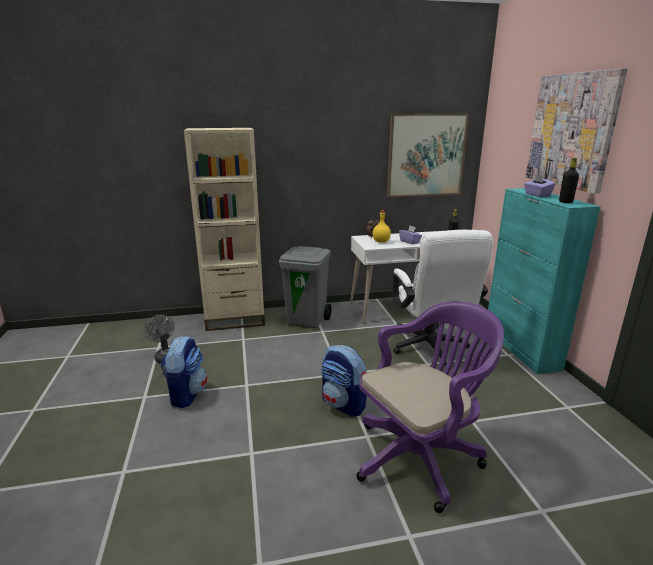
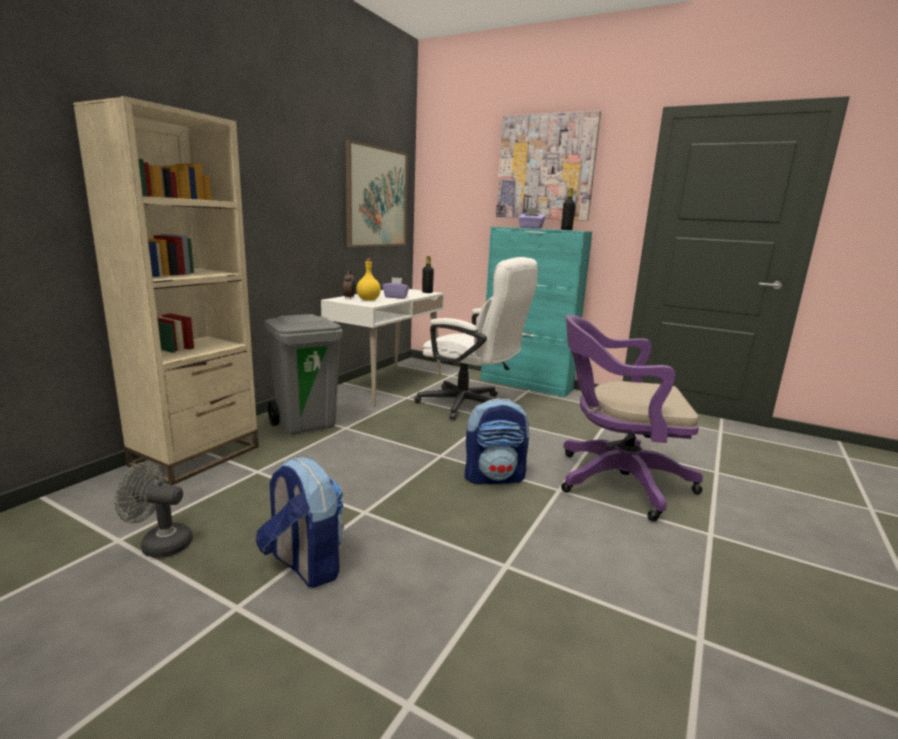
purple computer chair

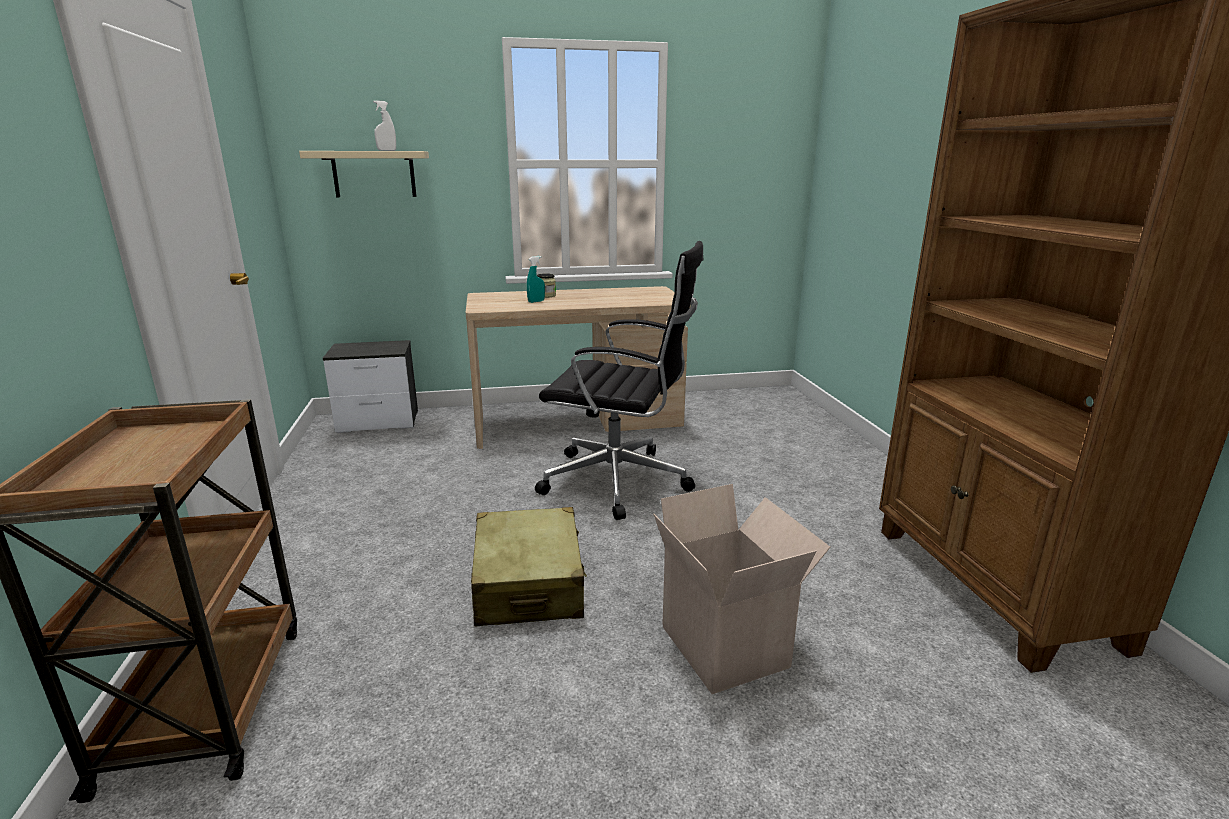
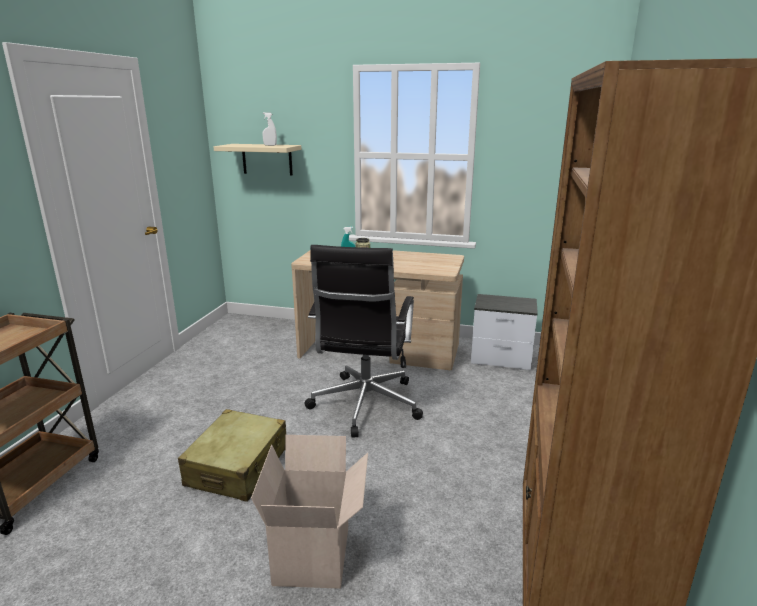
night table
black-coloured computer chair

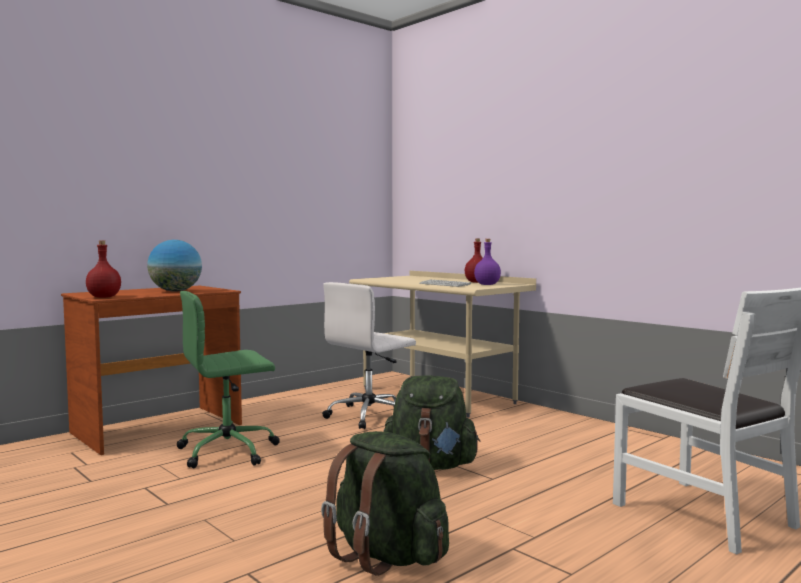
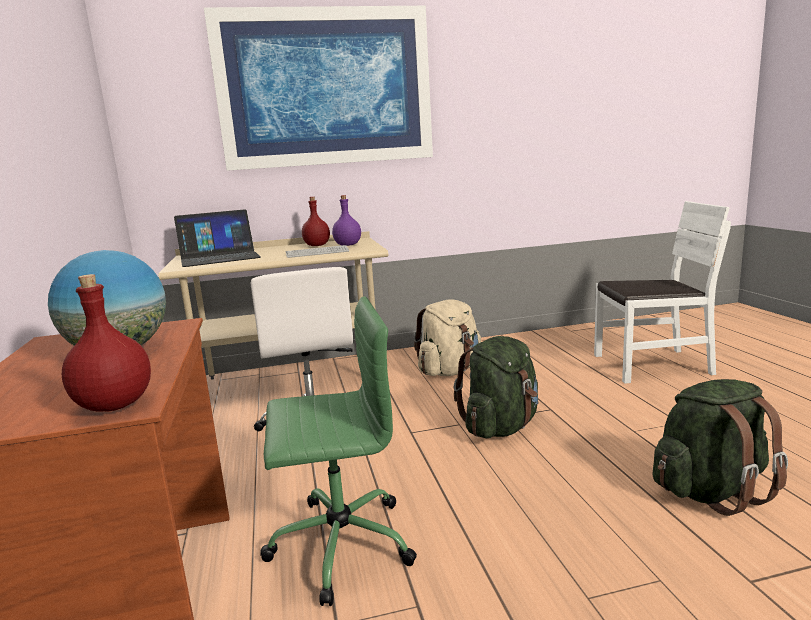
green computer chair
notebook computer
wall picture
beige rucksack

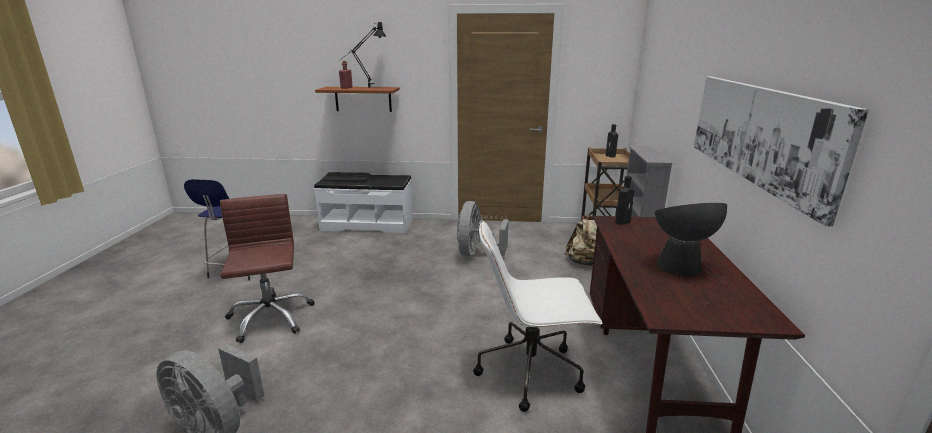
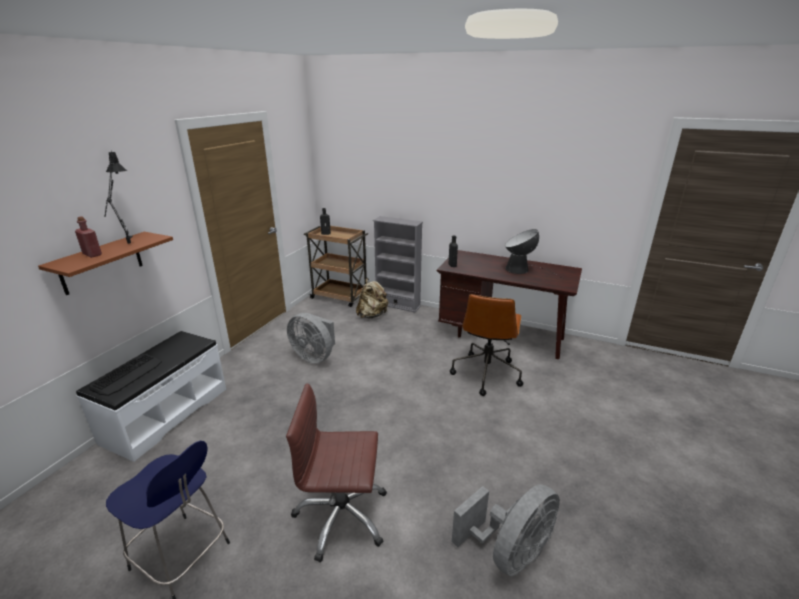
brown computer chair (2nd from left)
wall picture

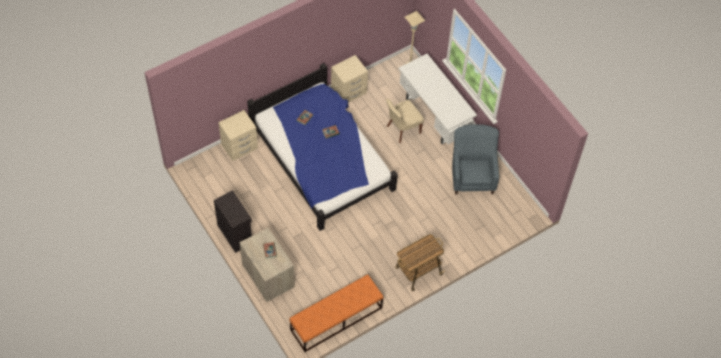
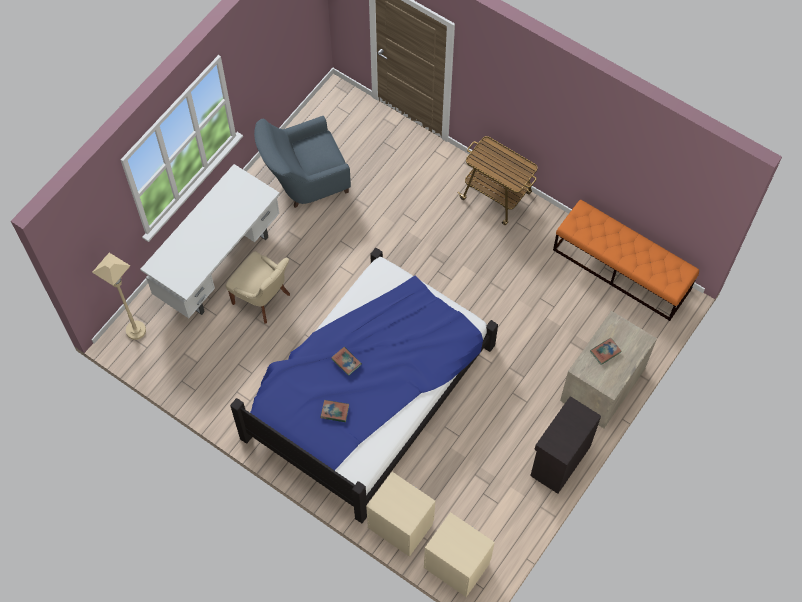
beige night table (2nd from left)

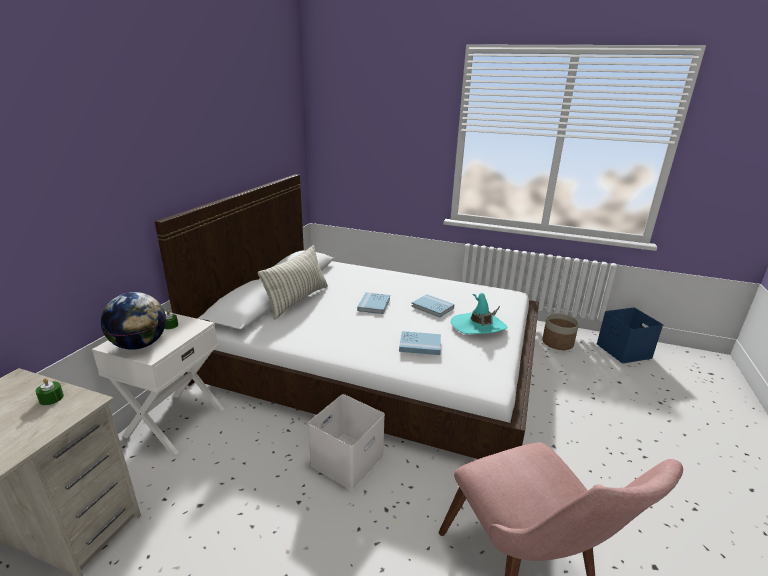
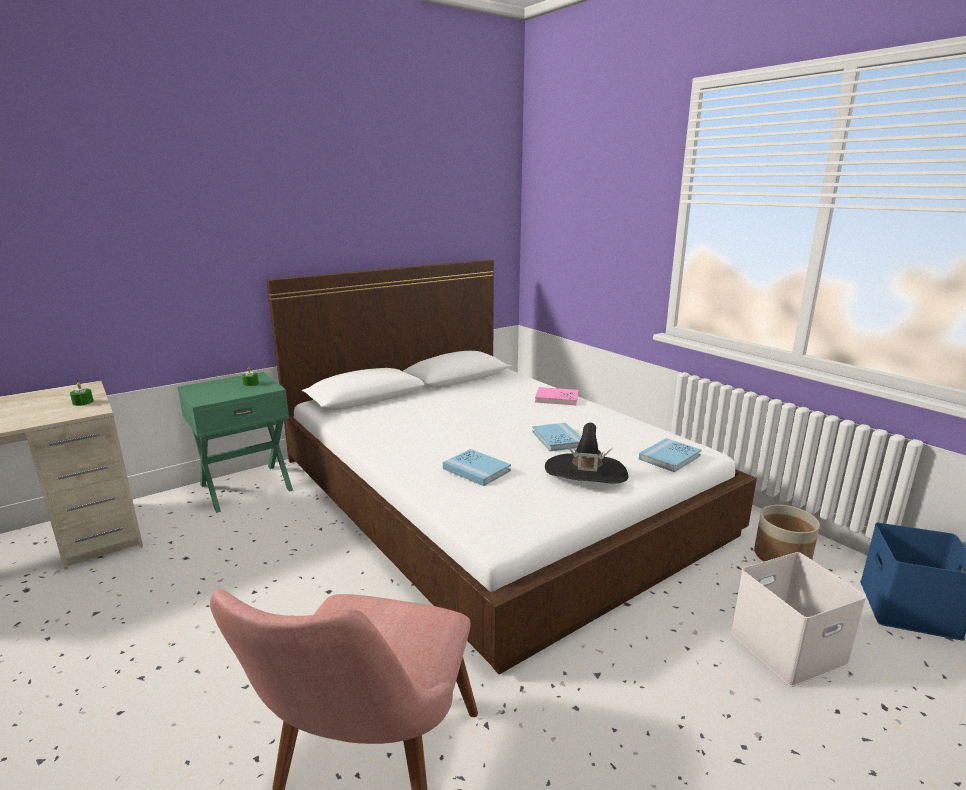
green night table
desk globe
cushion
white storage container
blue-coloured volume (3rd from left)
black-coloured clothing hat
pinkish volume

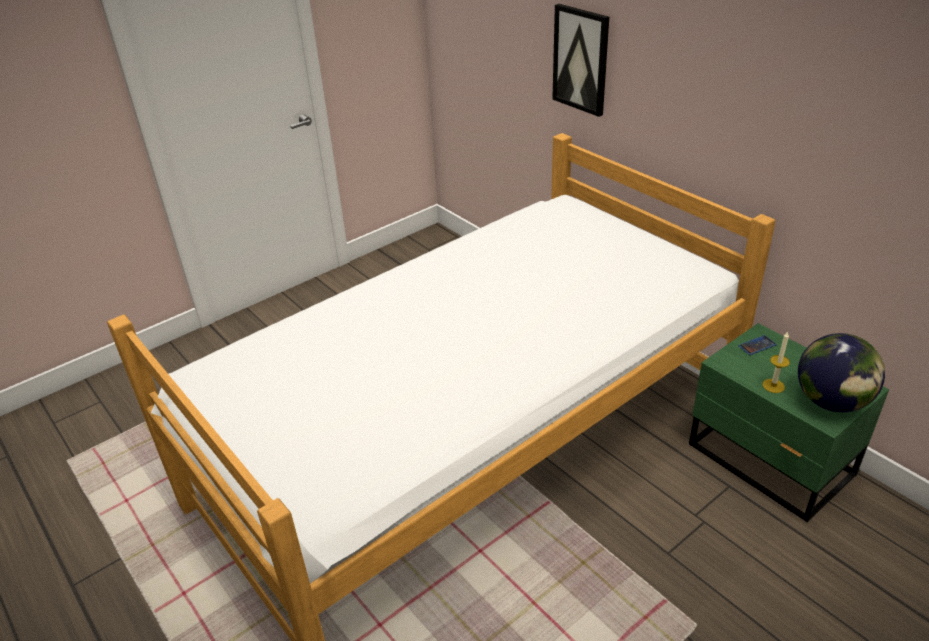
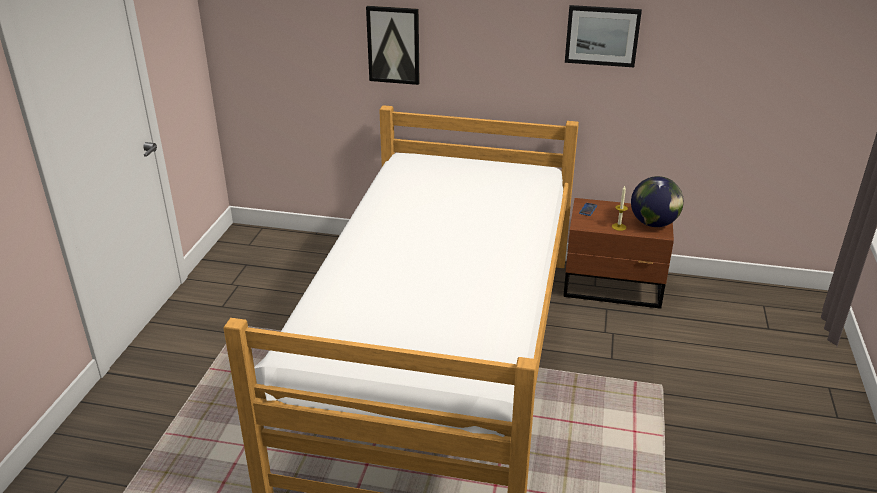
brown night table
wall picture (2nd from left)

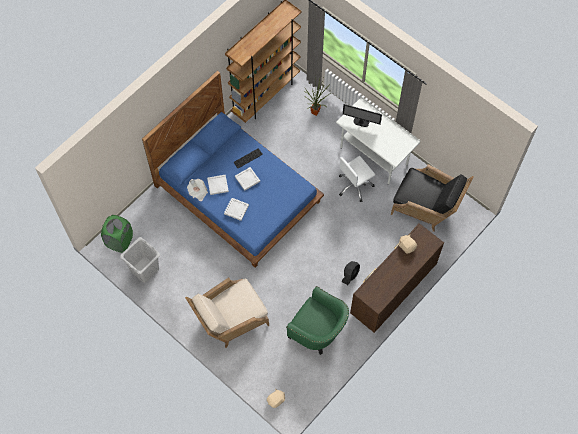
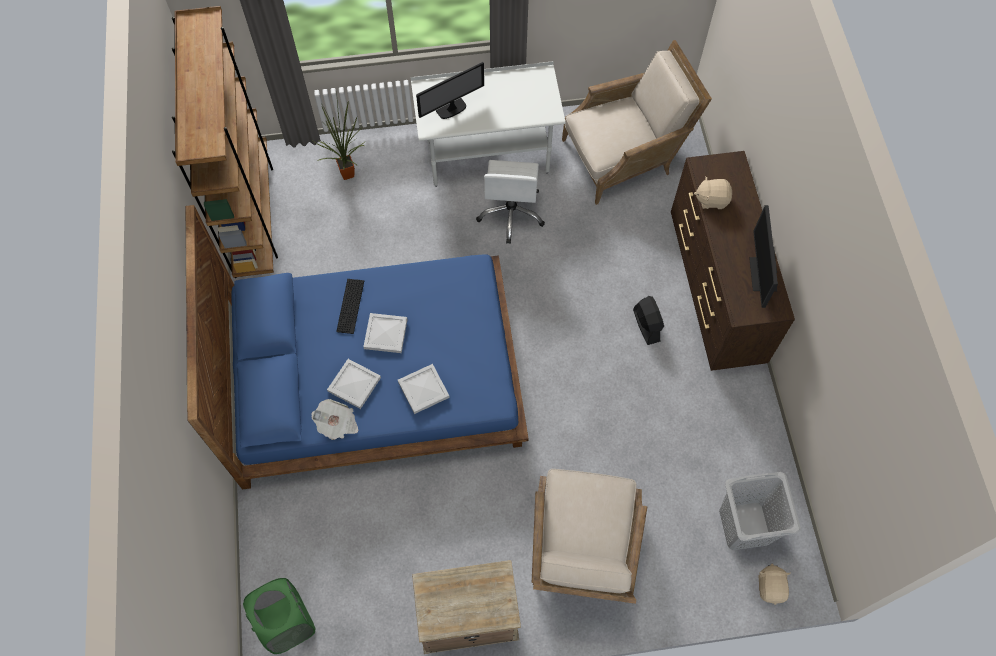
grey washing basket
green easy chair
beige easy chair (2nd from left)
beige night table
computer screen (2nd from left)

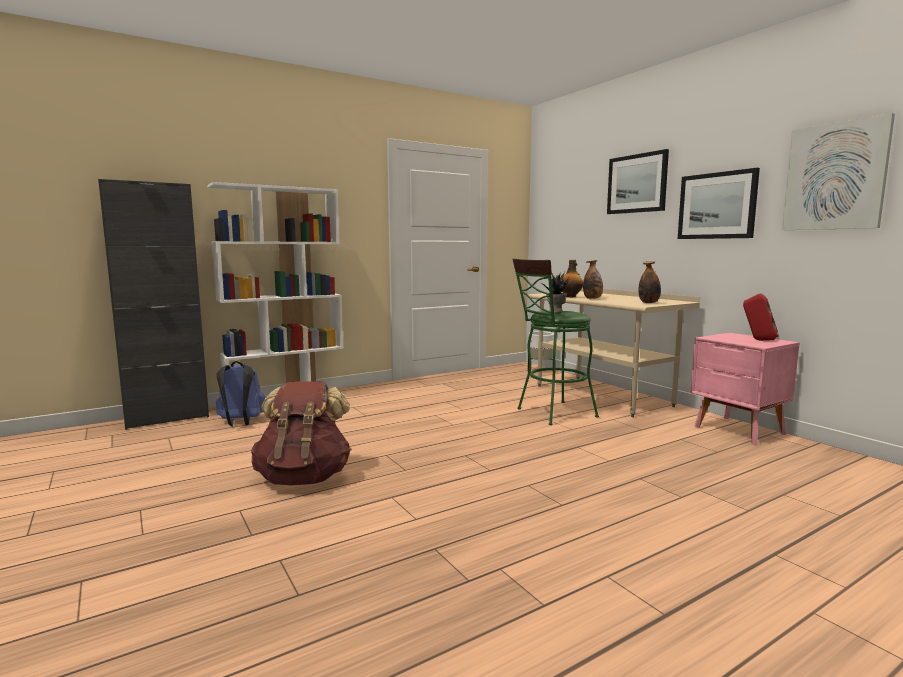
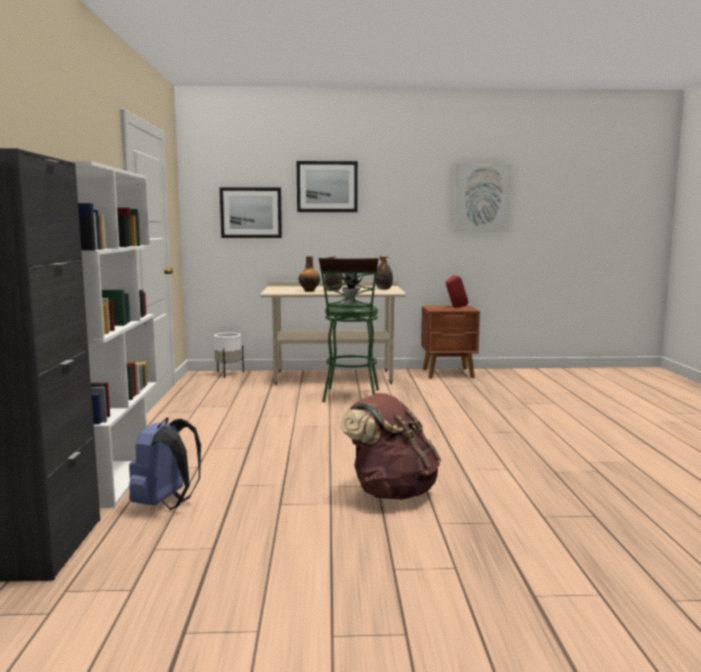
wall picture (1st from left)
brown night table

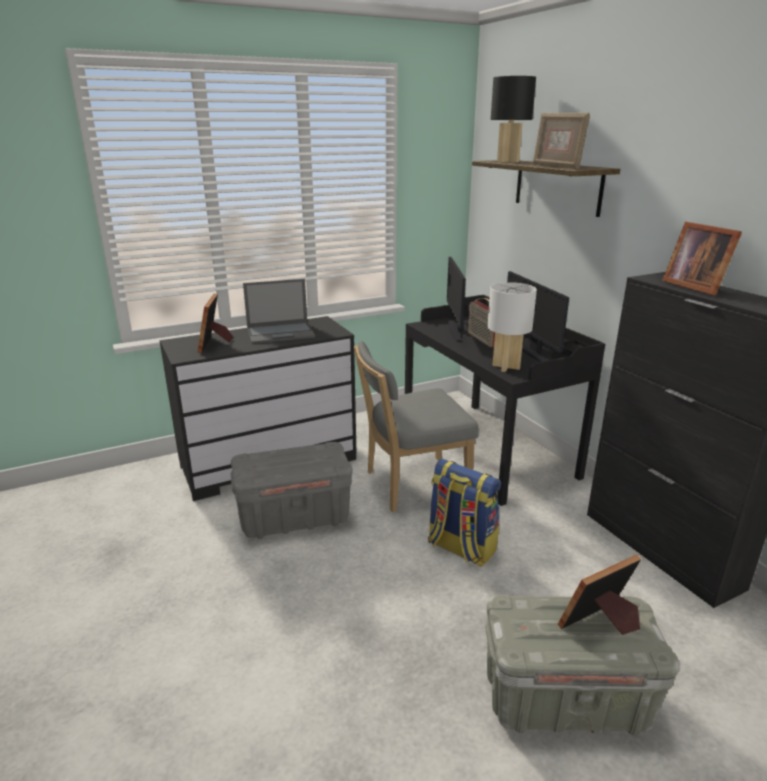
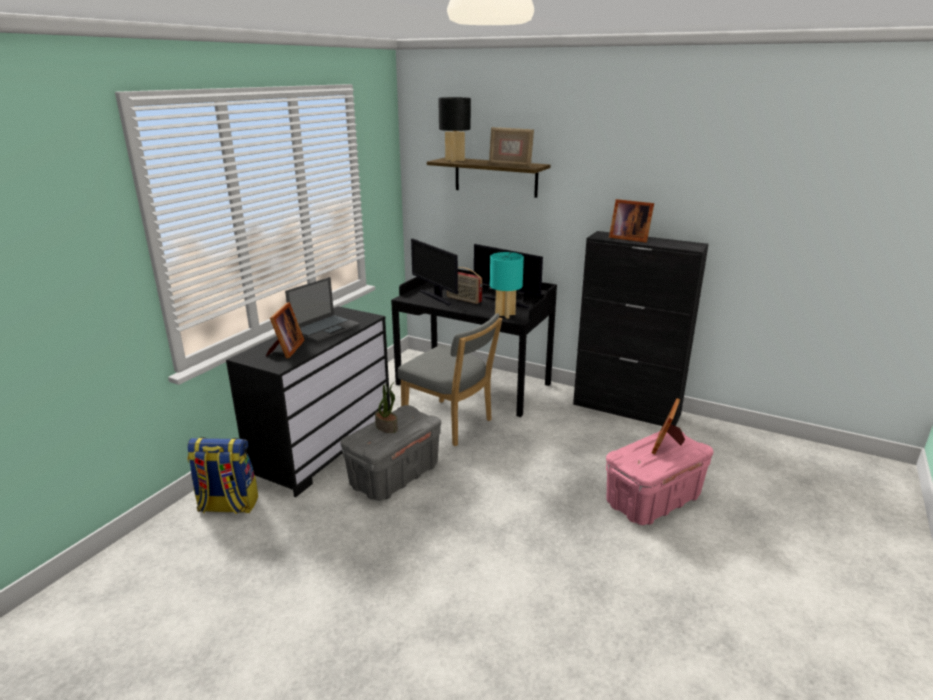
picture frame (1st from left)
grey chair
rucksack
pinkish storage container
turquoise tabletop lamp
plant in a pot

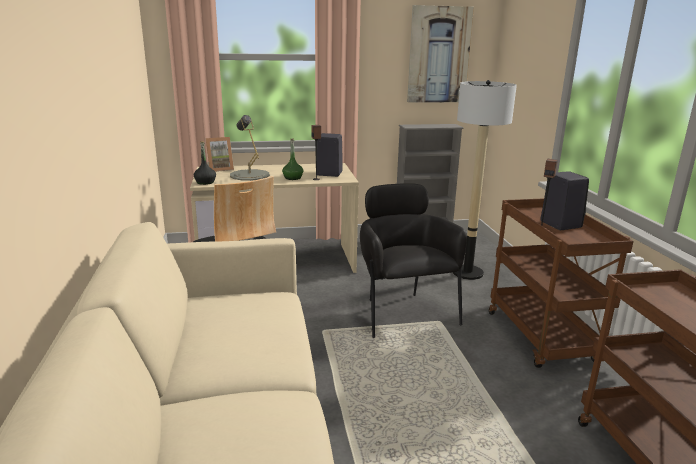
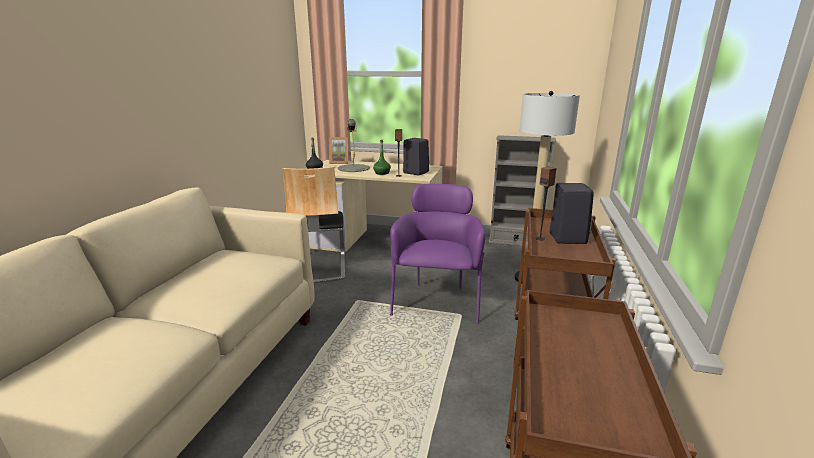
purple easy chair
wall picture

